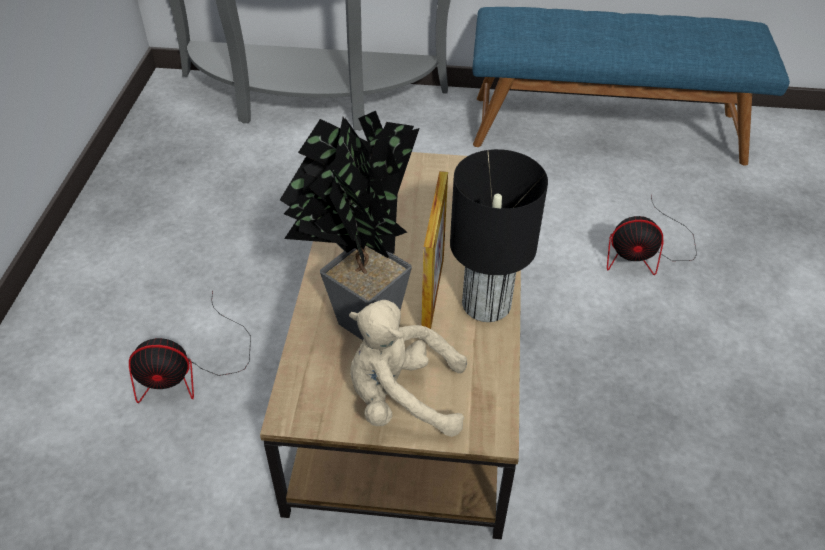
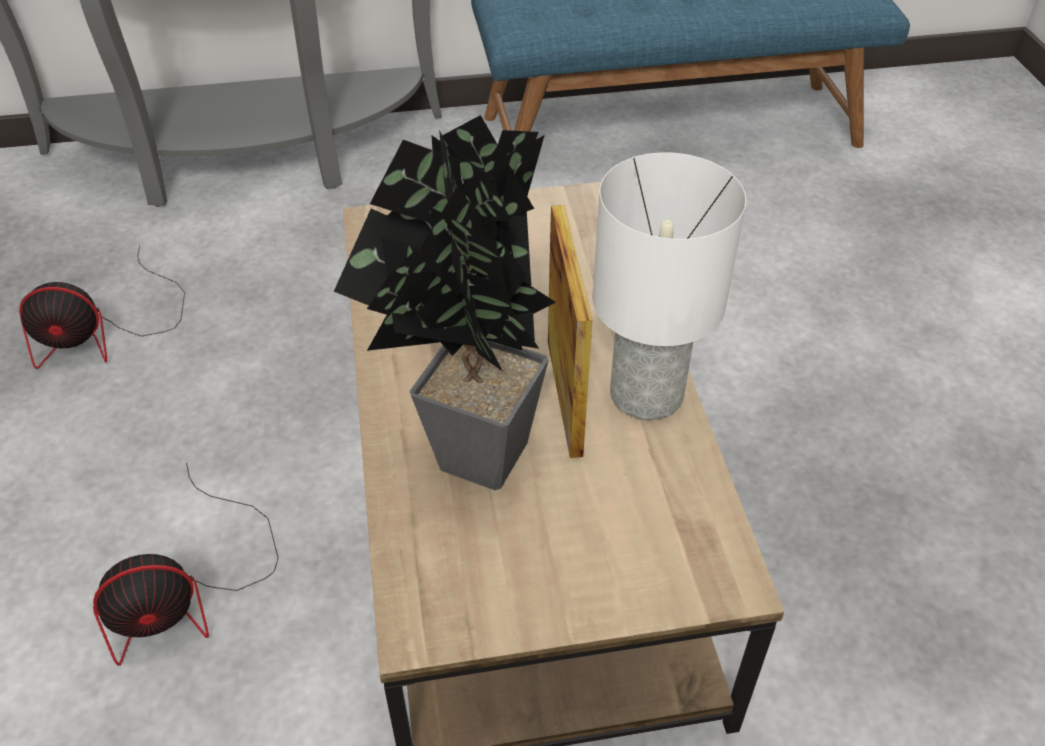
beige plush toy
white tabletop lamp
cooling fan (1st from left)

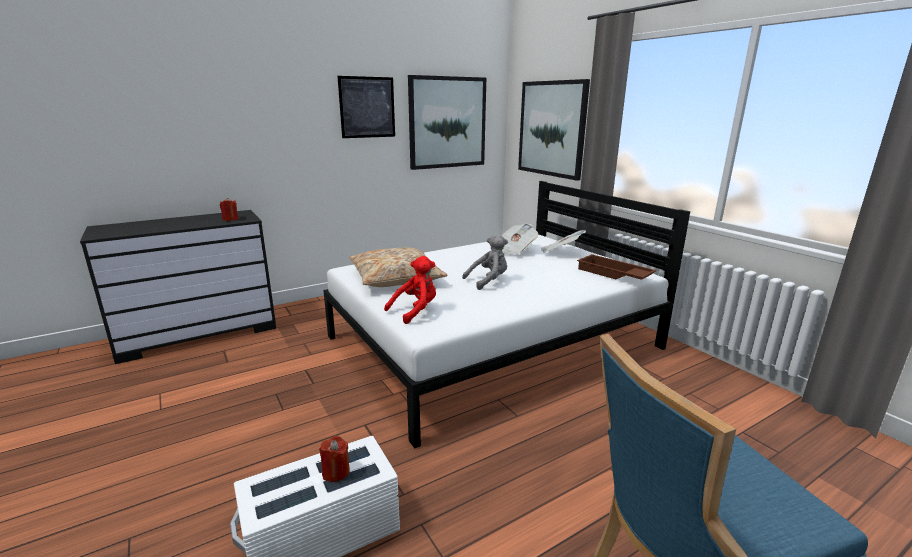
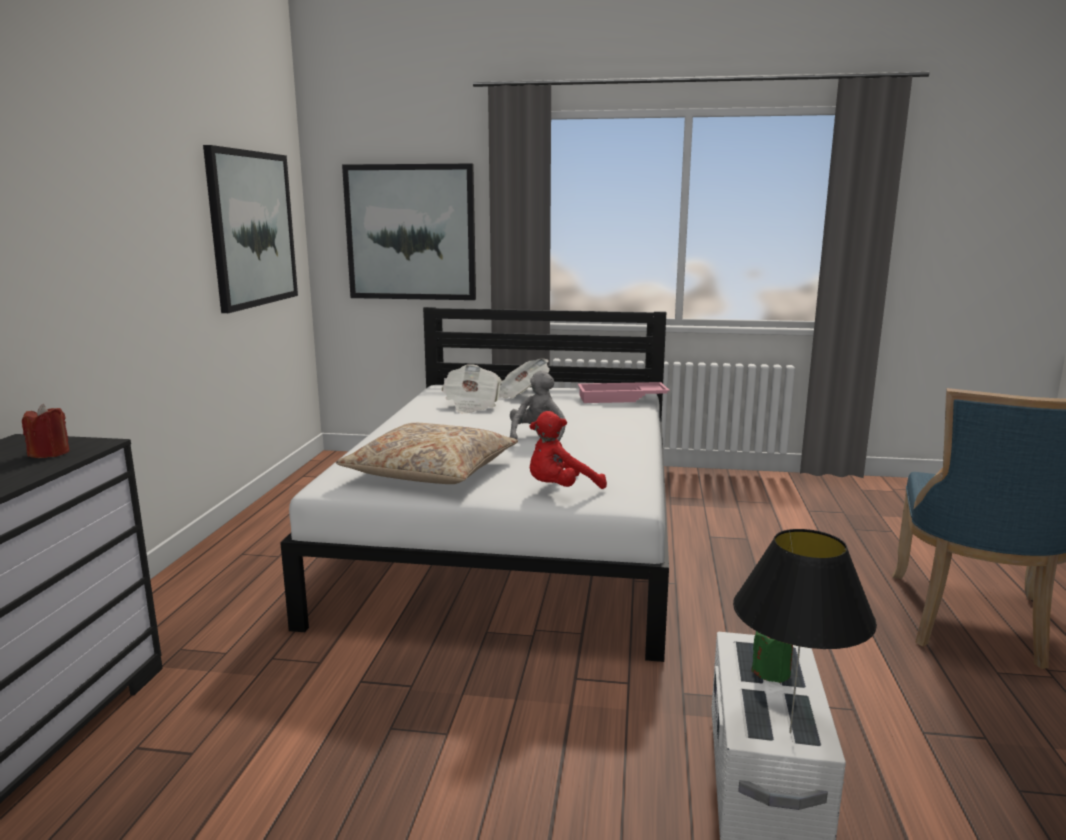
green wax candle
wall picture (1st from left in the first image)
reddish plush toy
pinkish carrying tray
black-coloured tabletop lamp

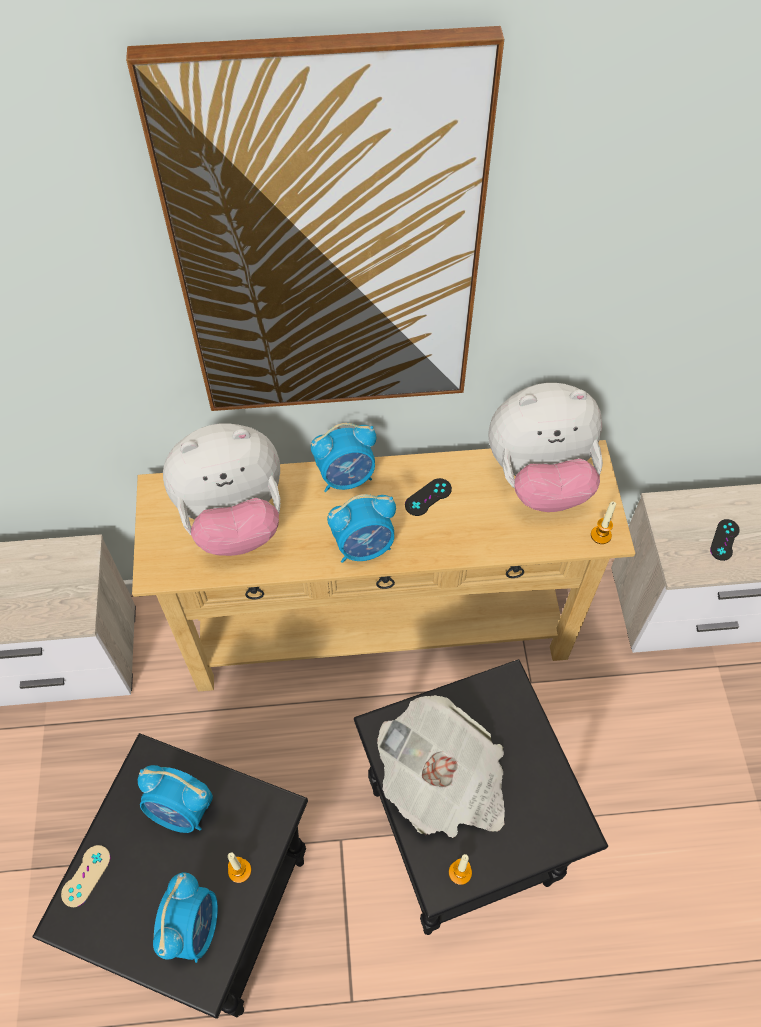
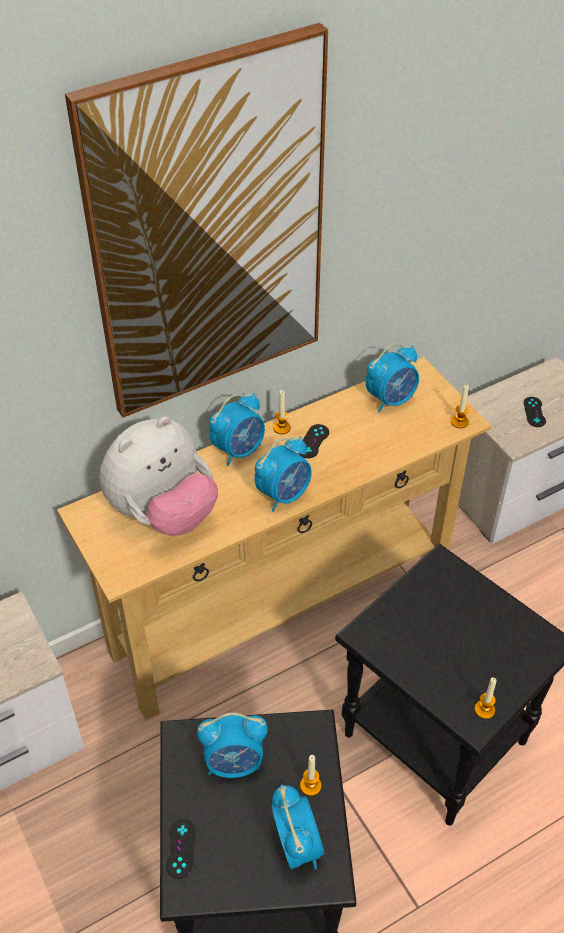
black-coloured gamepad (1st from left)
daily paper
bedside clock (5th from left)
wax candle (1st from left)

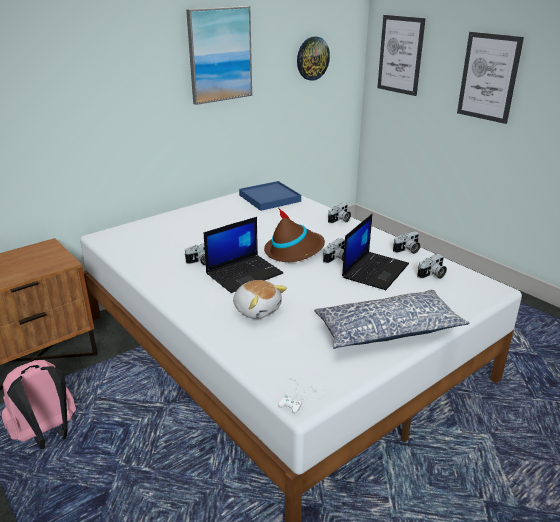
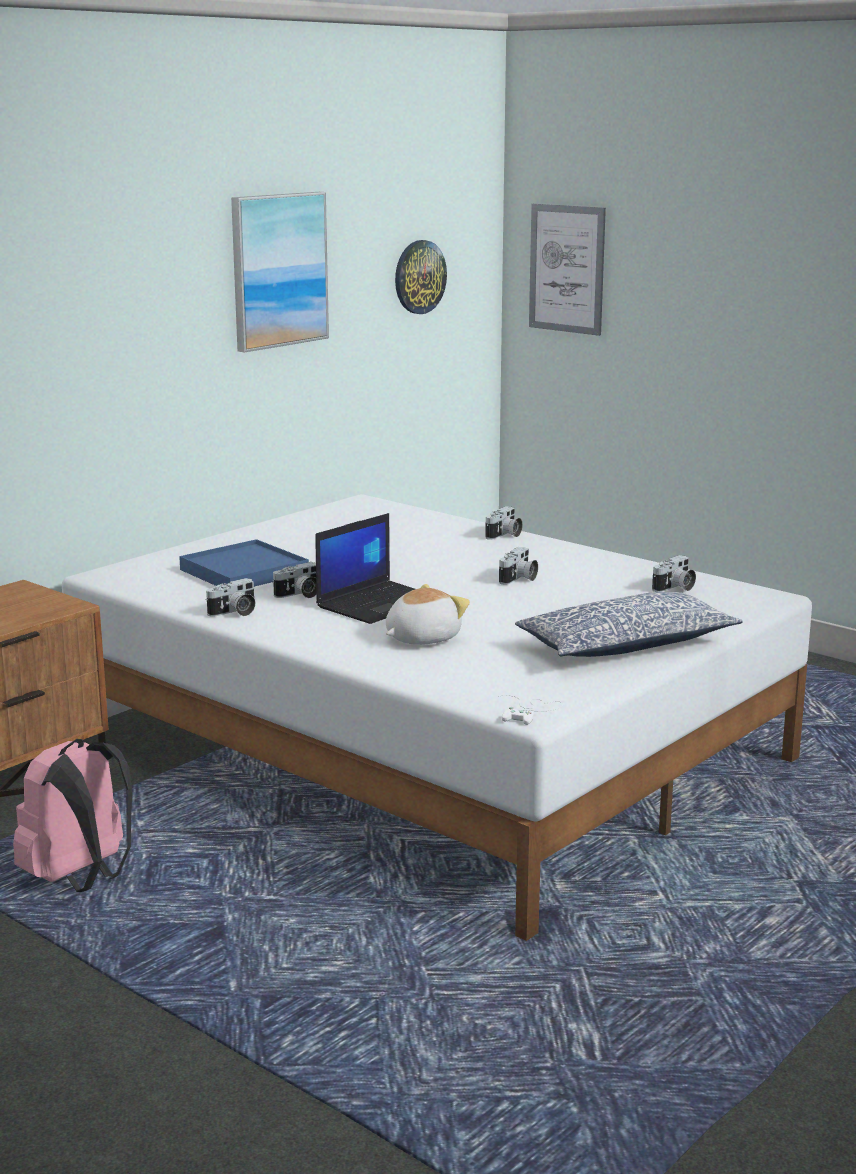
plush toy
blue-coloured carrying tray
brown clothing hat
notebook computer (2nd from left in the first image)
photo camera (1st from left)
wall picture (3rd from left in the first image)

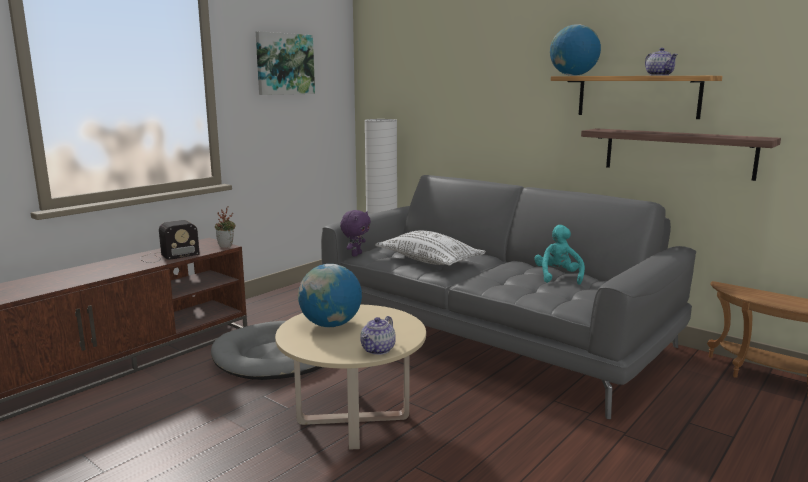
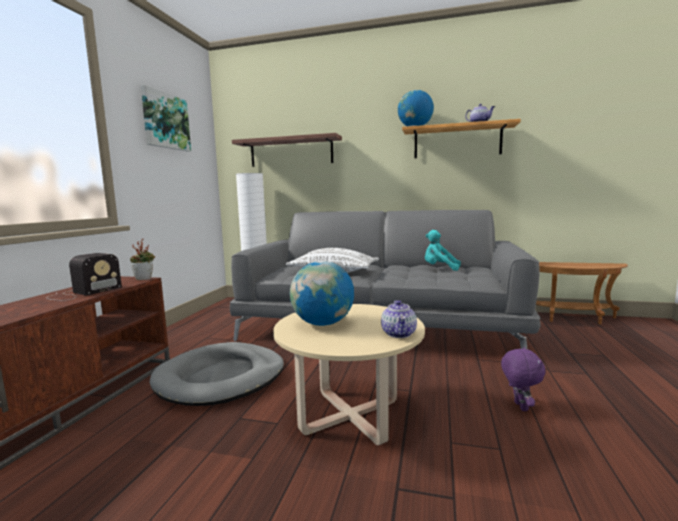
purple plush toy
turquoise plush toy
wall shelf (1st from left)

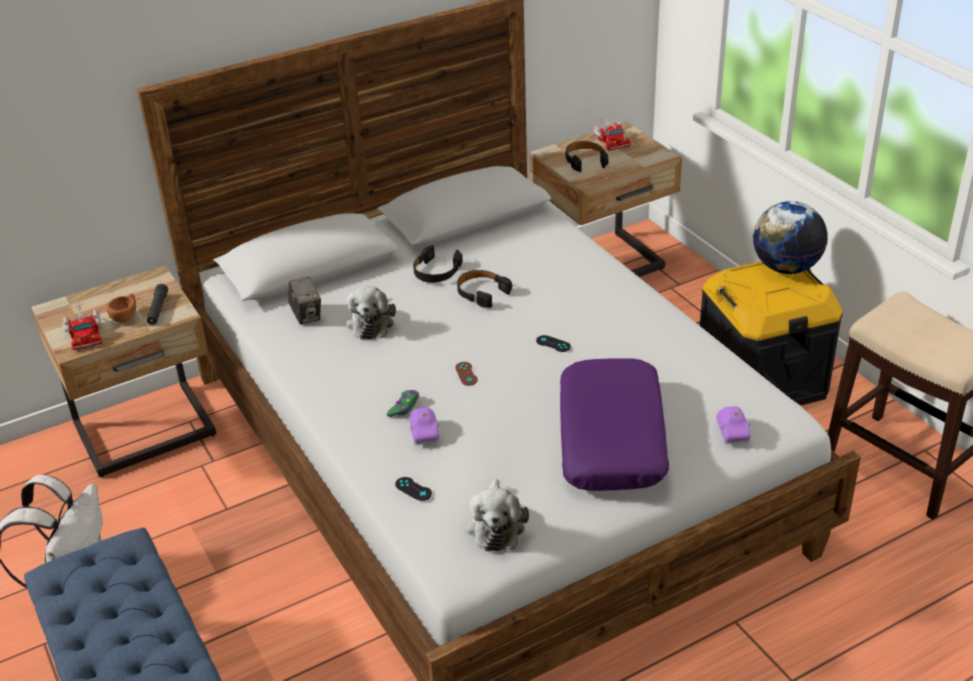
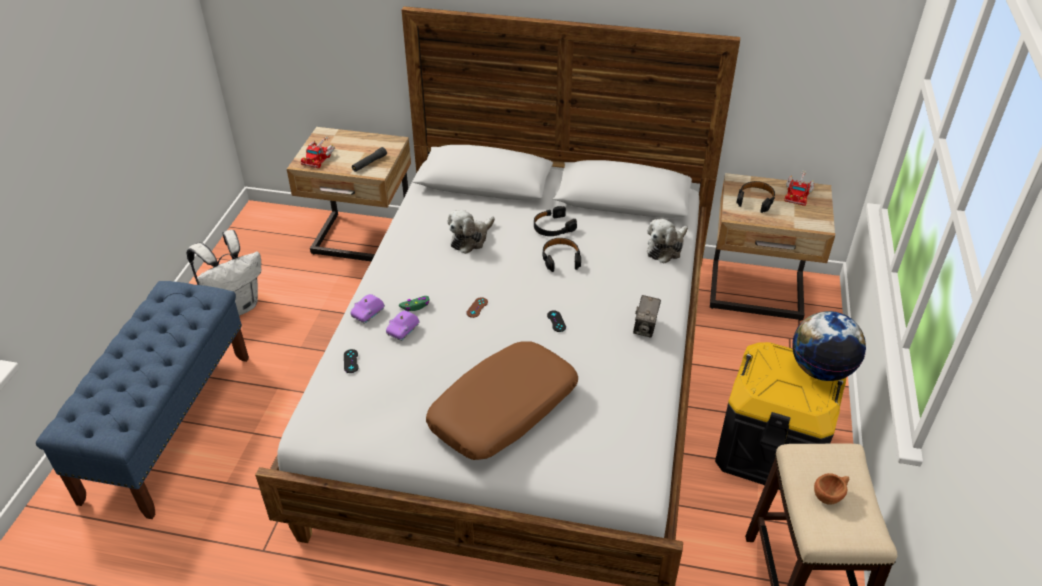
brown drinking cup
photo camera
plush toy (2nd from left)
brown cushion
purple model car (1st from left)

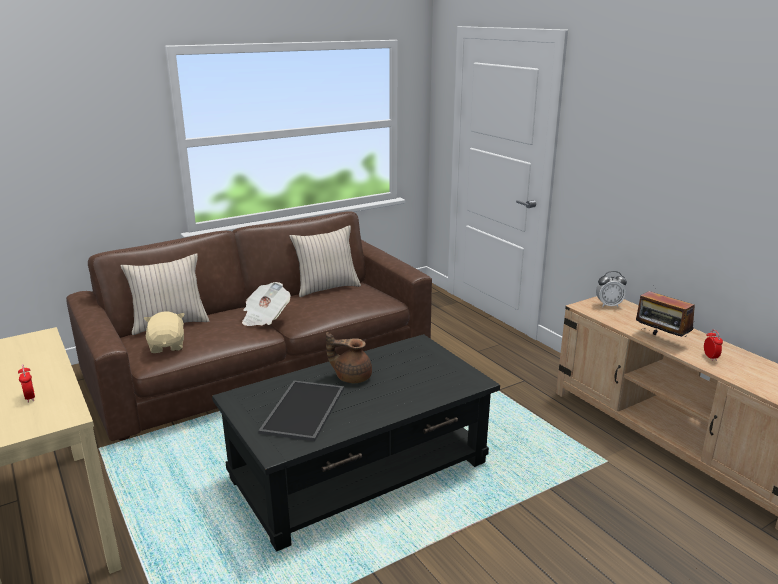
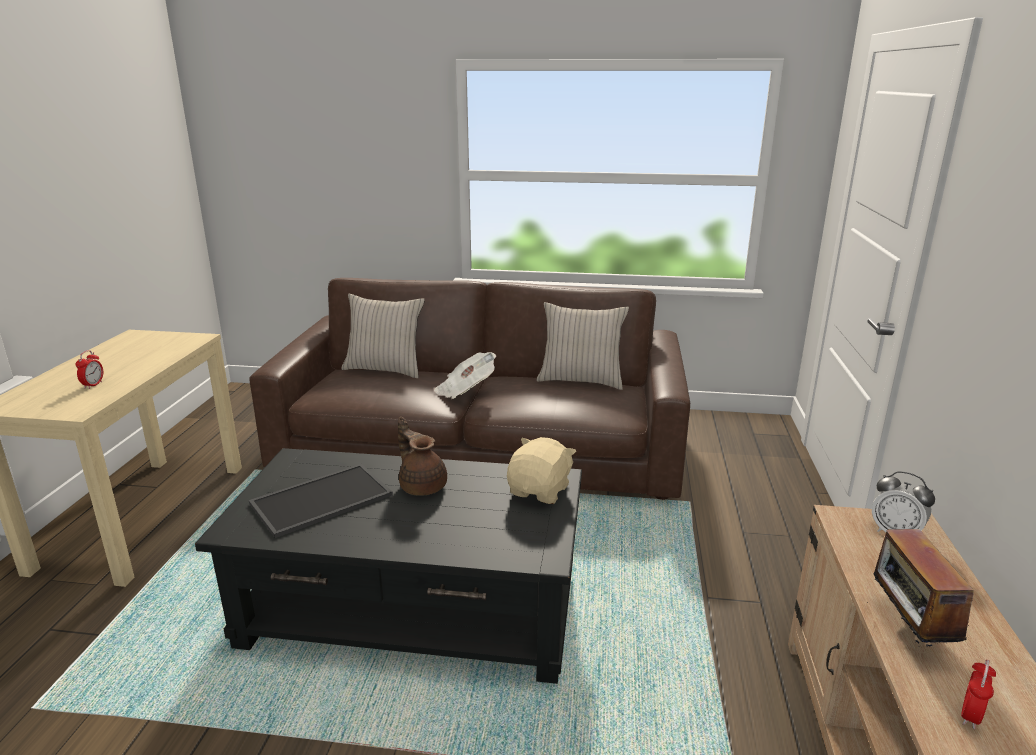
beige plush toy

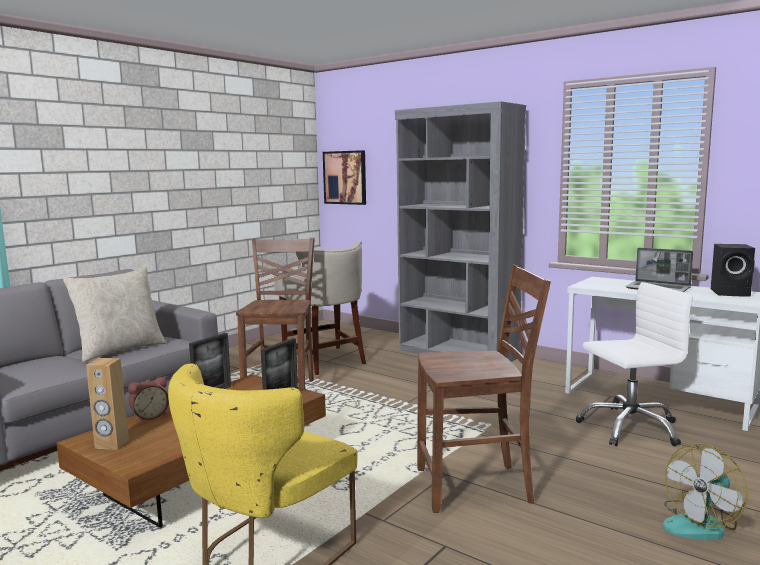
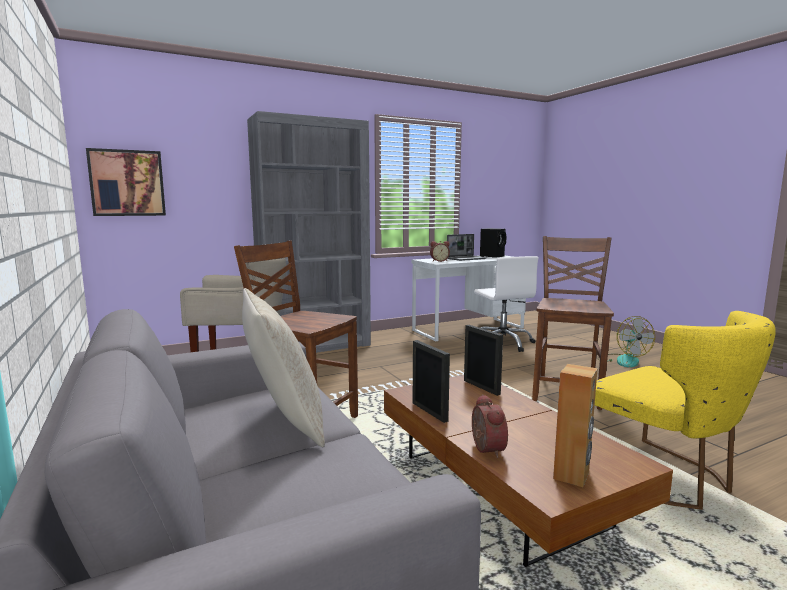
white computer chair
bedside clock (1st from left)

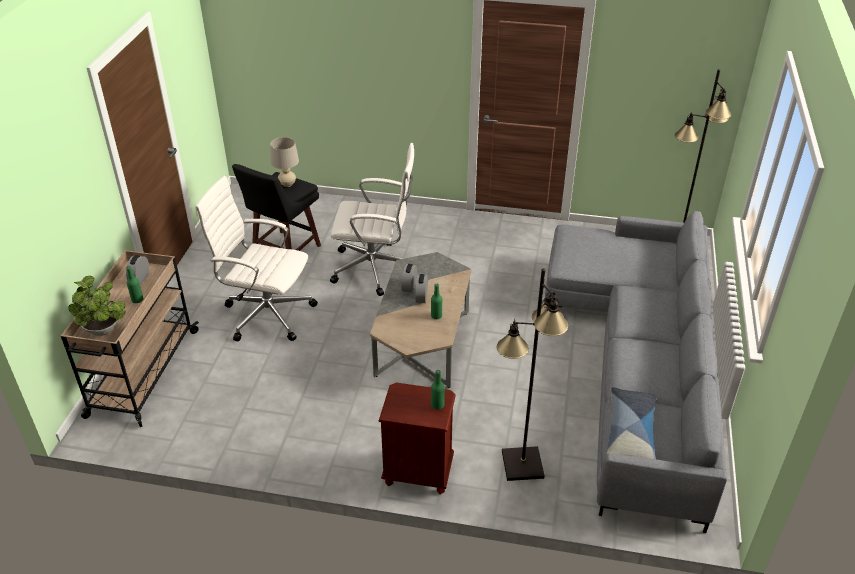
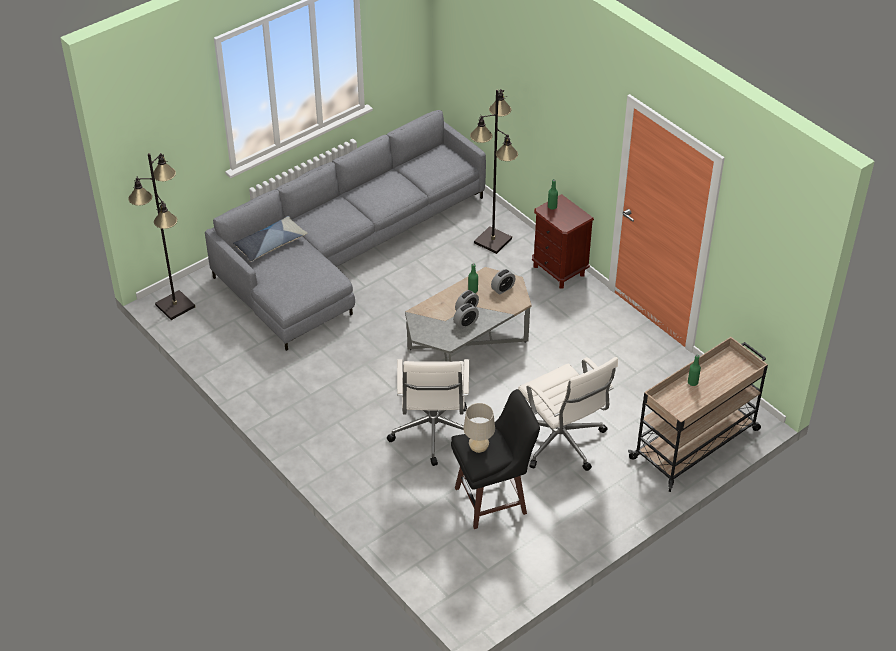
plant in a pot
bedside clock (3rd from left)
white computer chair (1st from left)
cushion

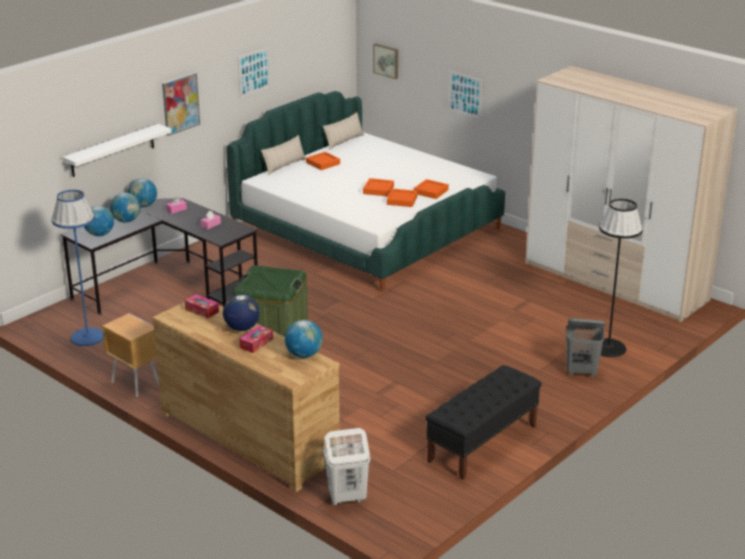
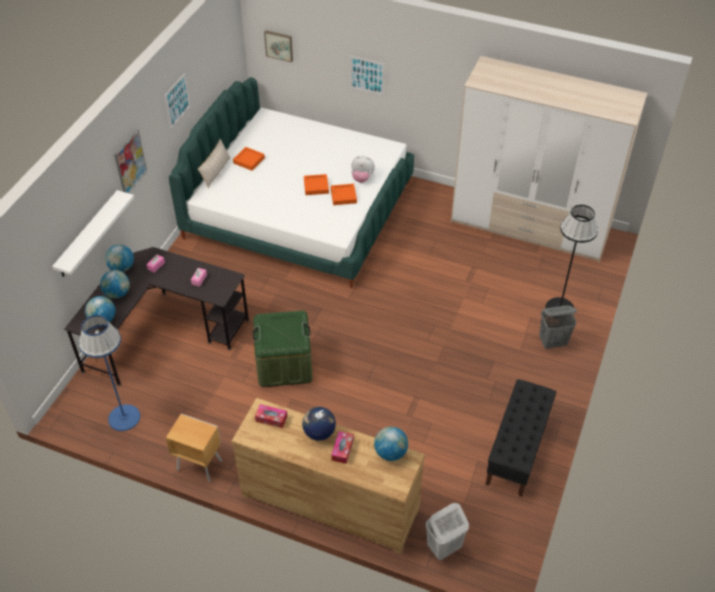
beige cushion (2nd from left in the first image)
plush toy

